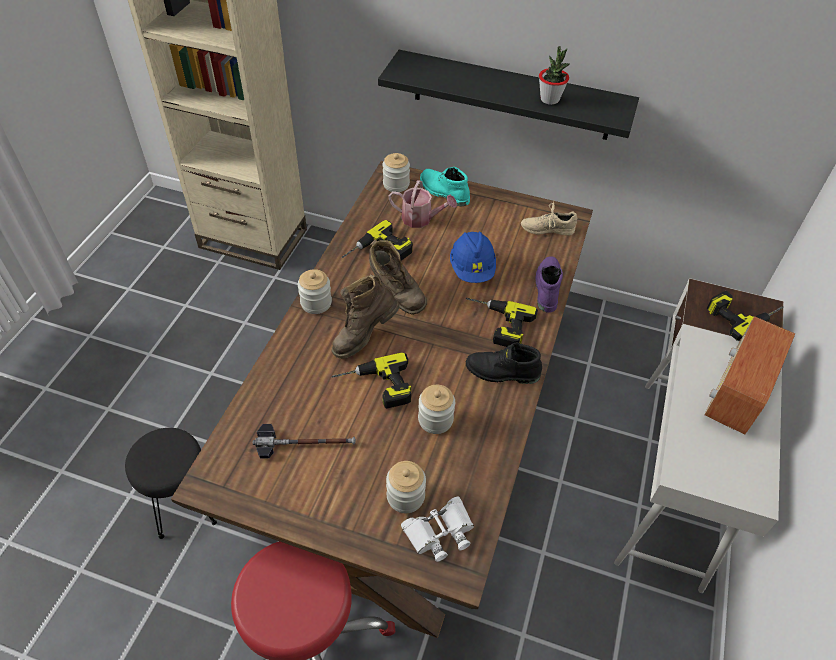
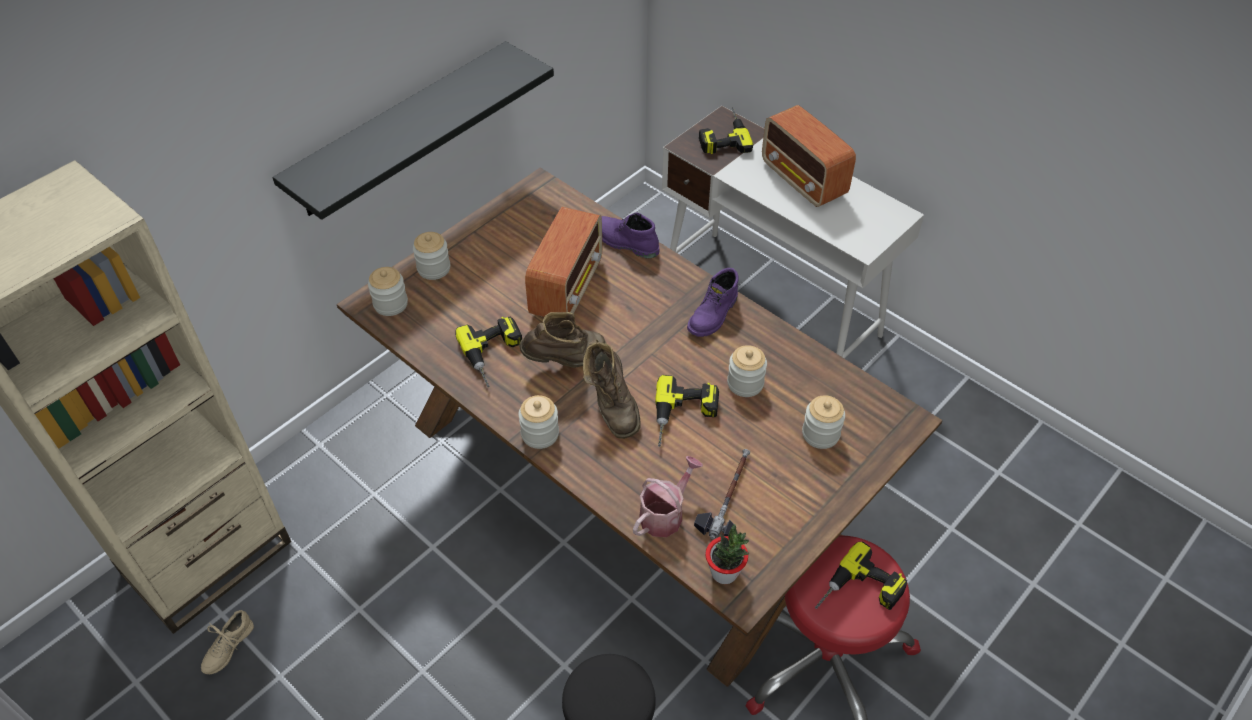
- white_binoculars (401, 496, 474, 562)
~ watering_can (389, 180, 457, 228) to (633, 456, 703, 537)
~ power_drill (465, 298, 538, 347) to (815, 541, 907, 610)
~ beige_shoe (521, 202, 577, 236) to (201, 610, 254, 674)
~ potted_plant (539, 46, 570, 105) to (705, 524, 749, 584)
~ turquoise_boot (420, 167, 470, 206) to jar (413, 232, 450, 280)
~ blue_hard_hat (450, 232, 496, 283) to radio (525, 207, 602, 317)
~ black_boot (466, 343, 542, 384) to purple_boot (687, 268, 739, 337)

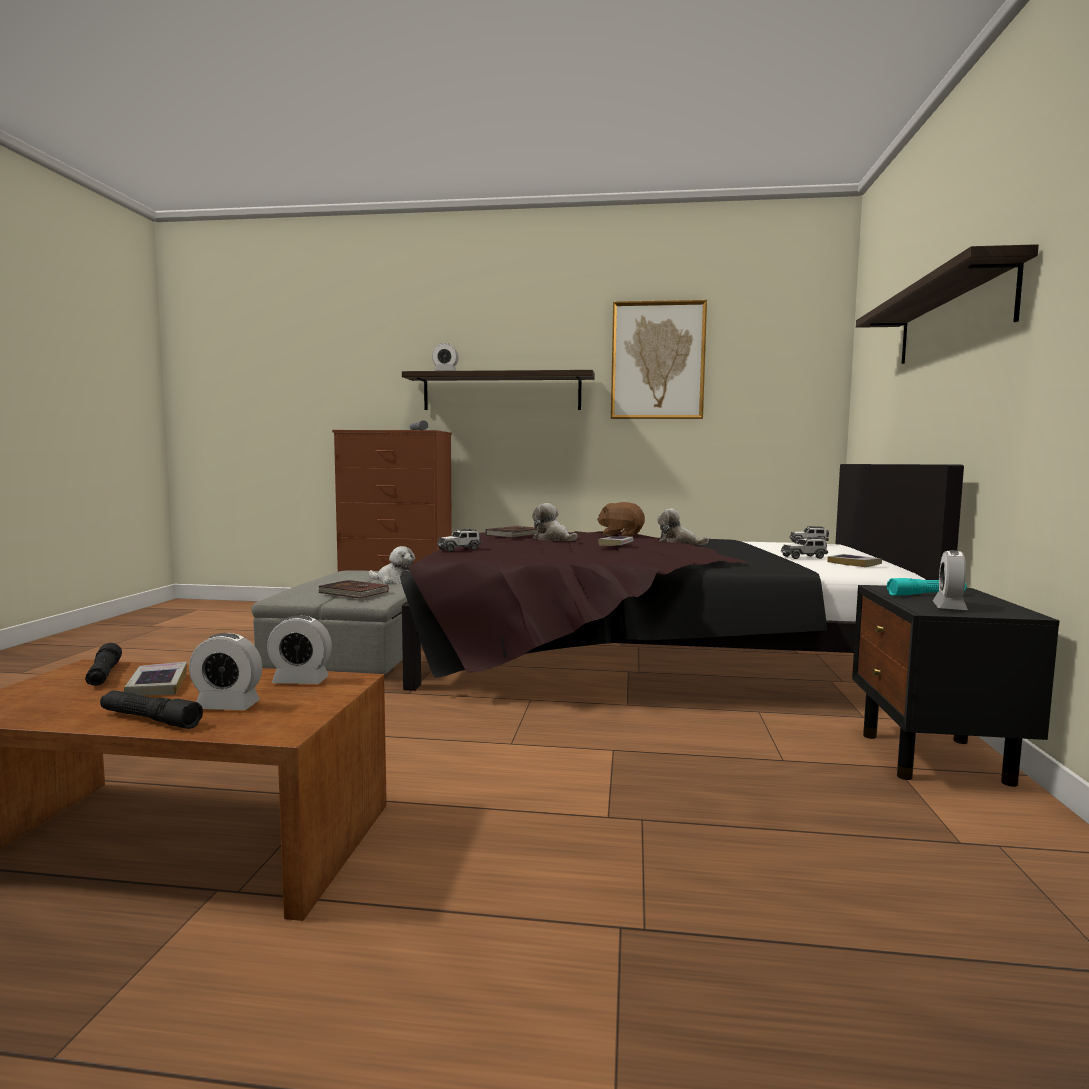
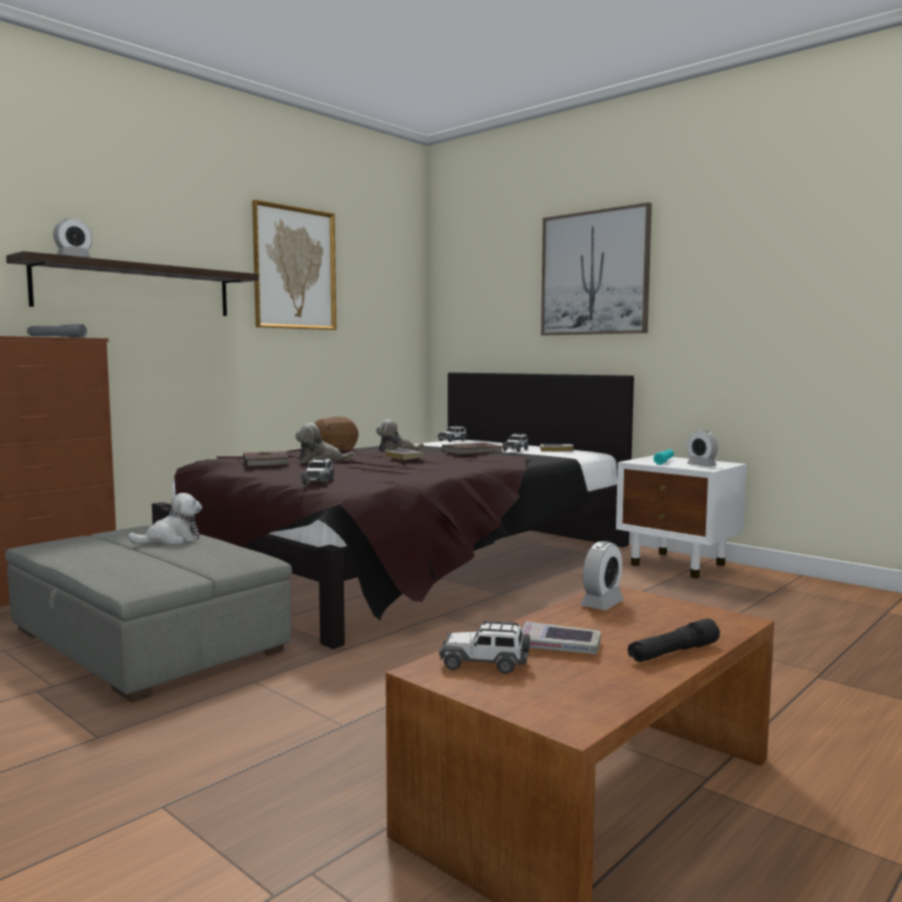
- alarm_clock (189, 633, 262, 710)
~ brown_book (318, 580, 389, 598) to (442, 443, 504, 455)
~ black_flashlight (85, 643, 122, 686) to toy_car (439, 621, 530, 674)
~ shelf (856, 244, 1039, 364) to picture (541, 202, 652, 335)
~ black_nightstand (852, 585, 1060, 787) to white_nightstand (616, 455, 747, 578)

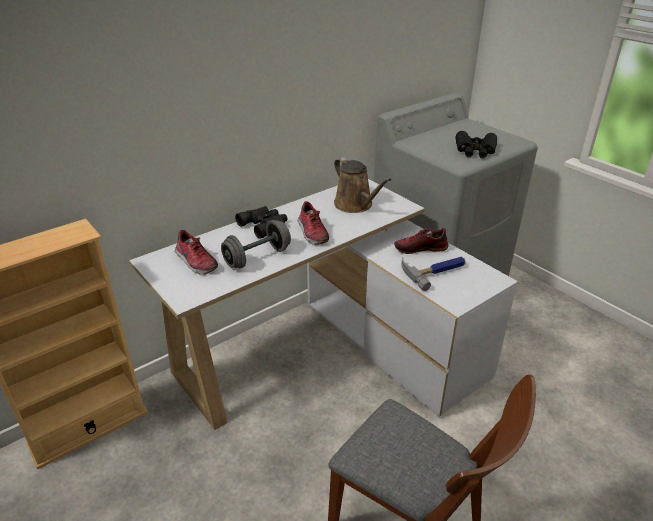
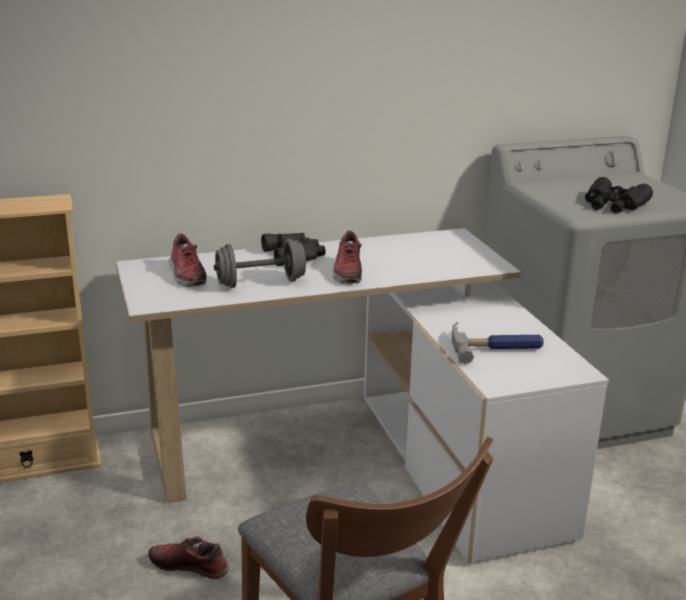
- brown_watering_can (334, 157, 392, 213)
~ shoe (394, 228, 449, 254) to (148, 536, 229, 579)

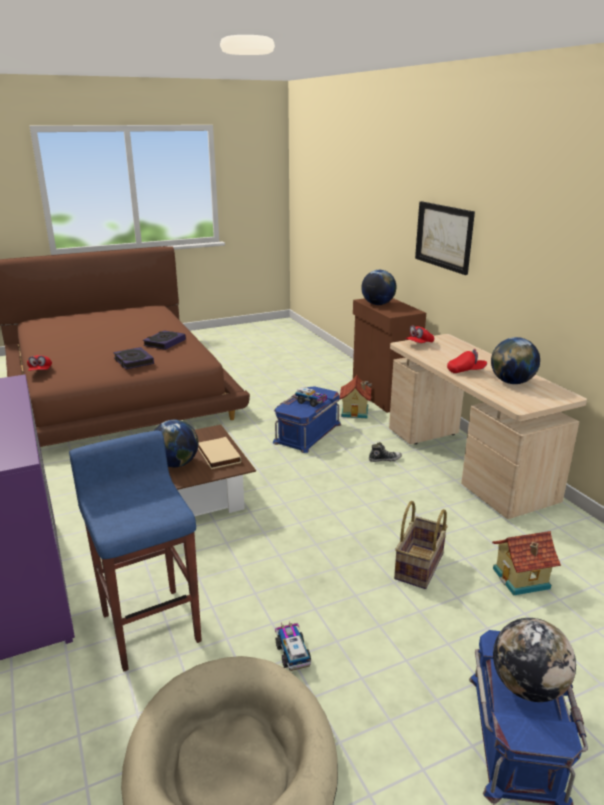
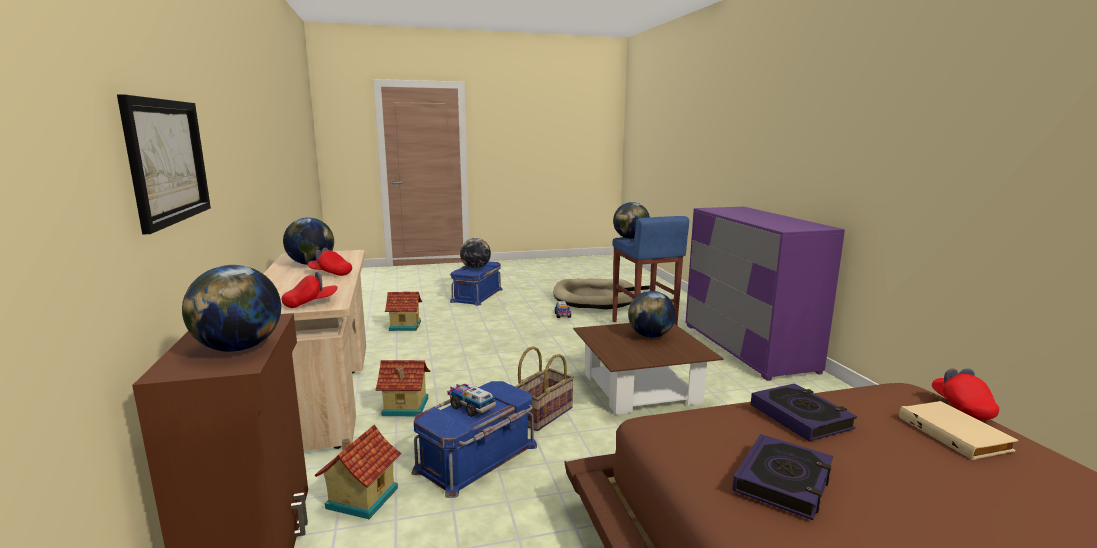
+ globe (613, 202, 650, 239)
~ beige_book (198, 437, 241, 469) to (899, 401, 1018, 460)
~ basket (394, 501, 448, 589) to (515, 346, 574, 431)
~ shoe (369, 442, 402, 462) to toy_house (376, 360, 430, 416)

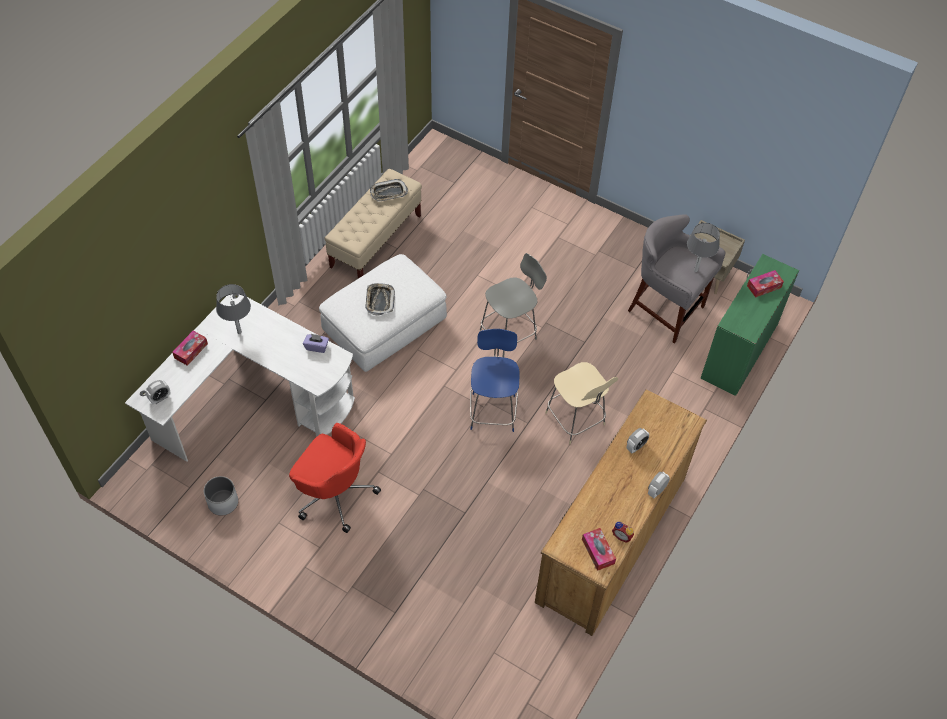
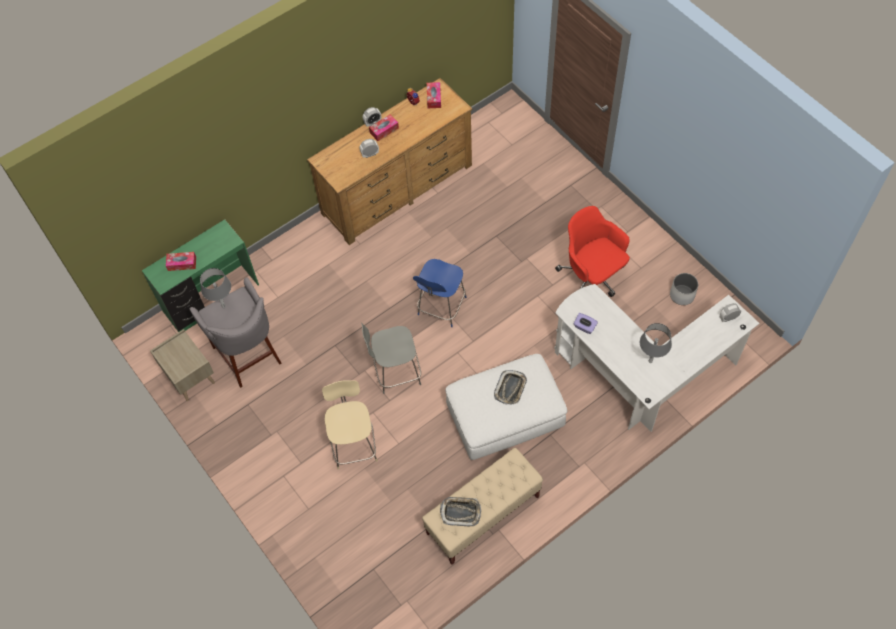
~ tissue_box (172, 331, 208, 366) to (369, 115, 399, 141)
~ beige_chair (545, 362, 618, 444) to (322, 380, 378, 469)

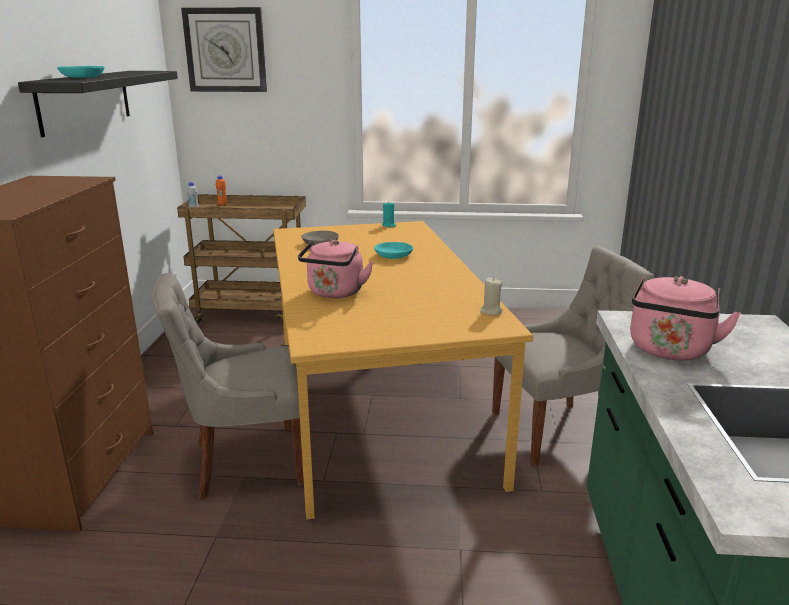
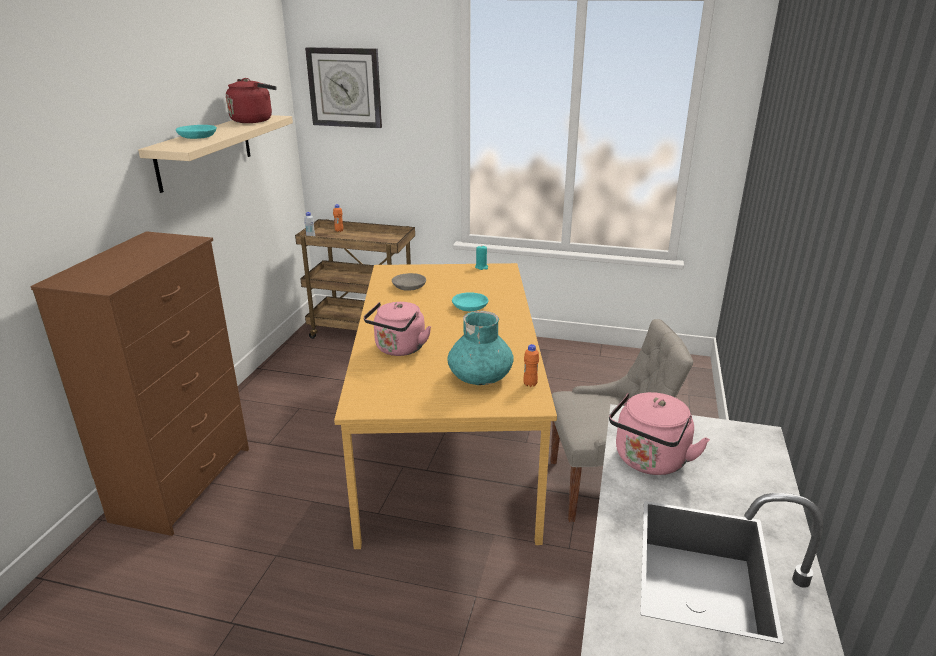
- grey_chair (152, 273, 304, 500)
+ red_kettle (226, 78, 277, 123)
+ turquoise_vase (447, 311, 513, 385)
~ beige_candle (480, 278, 502, 315) to orange_bottle (523, 344, 539, 387)
~ black_shelf (18, 71, 178, 137) to beige_shelf (138, 115, 293, 193)

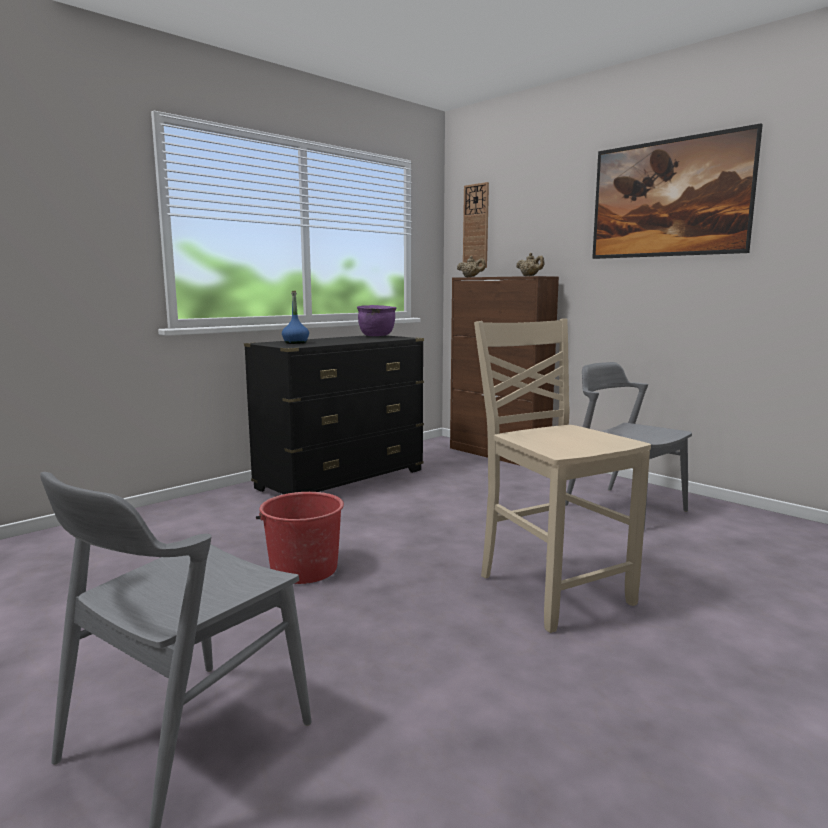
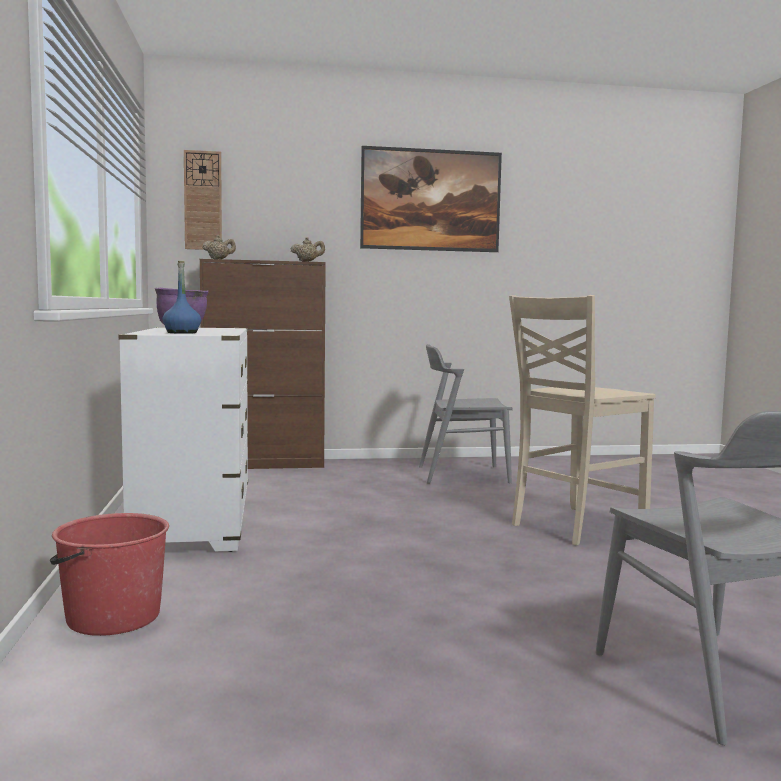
~ red_bucket (256, 492, 344, 584) to (50, 513, 169, 636)
~ black_dresser (244, 335, 424, 494) to white_dresser (119, 327, 248, 552)
~ beige_chair (474, 319, 651, 633) = (509, 295, 656, 546) 45 degrees counterclockwise

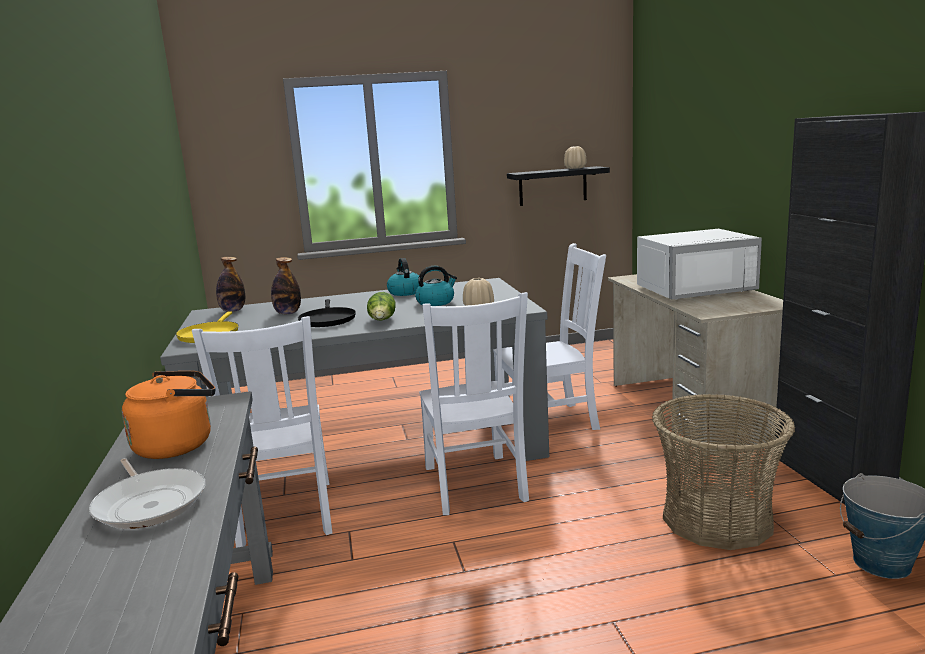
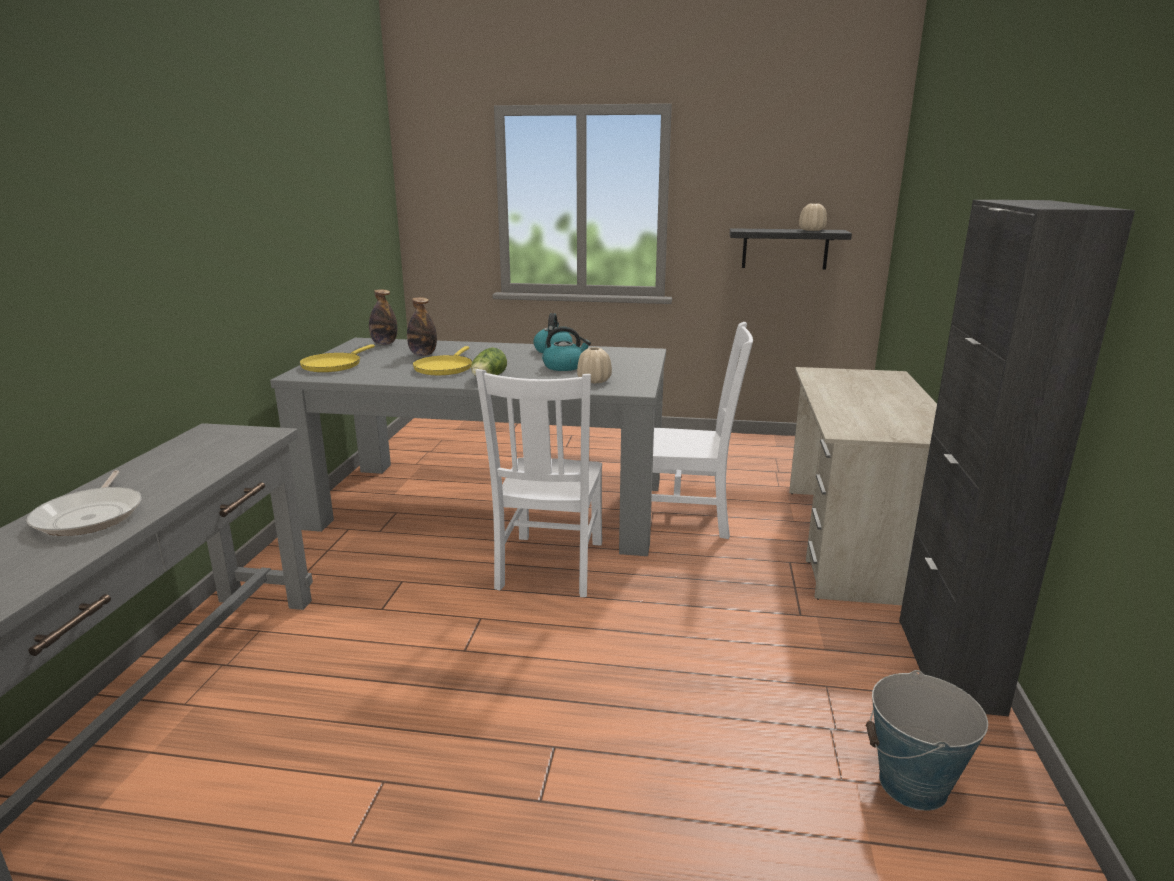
- orange_kettle (122, 371, 215, 459)
- white_chair (192, 316, 332, 548)
- white_microwave (637, 229, 762, 300)
- basket (652, 394, 795, 550)
~ black_frying_pan (298, 299, 356, 327) to yellow_frying_pan (413, 346, 472, 375)

